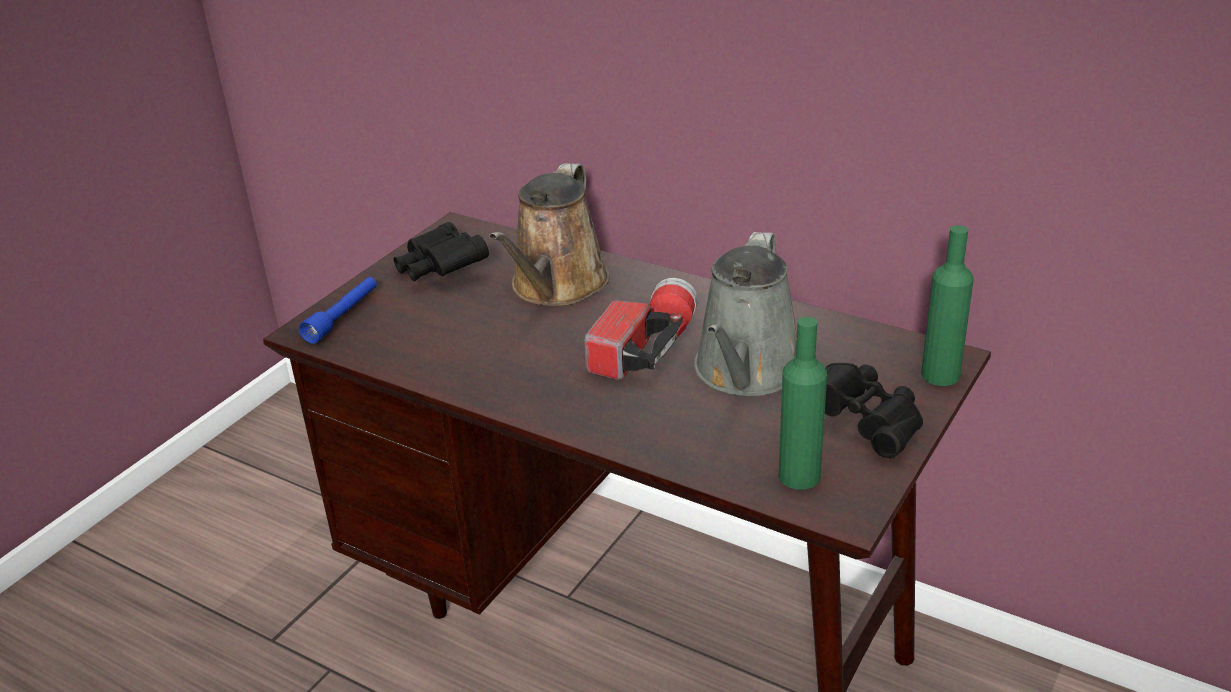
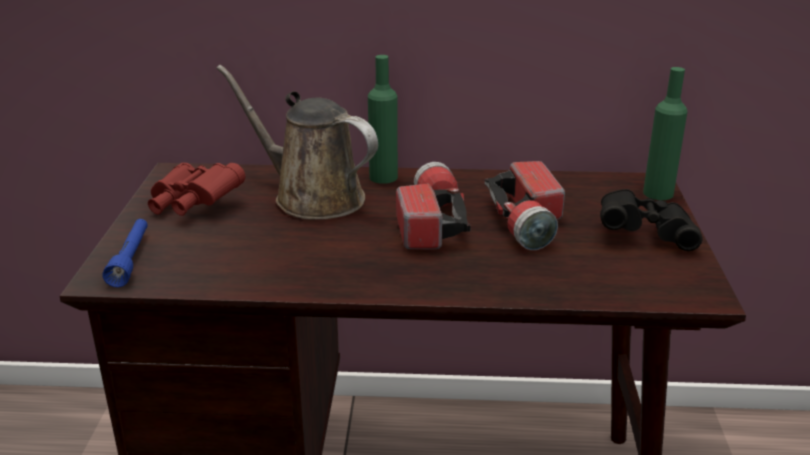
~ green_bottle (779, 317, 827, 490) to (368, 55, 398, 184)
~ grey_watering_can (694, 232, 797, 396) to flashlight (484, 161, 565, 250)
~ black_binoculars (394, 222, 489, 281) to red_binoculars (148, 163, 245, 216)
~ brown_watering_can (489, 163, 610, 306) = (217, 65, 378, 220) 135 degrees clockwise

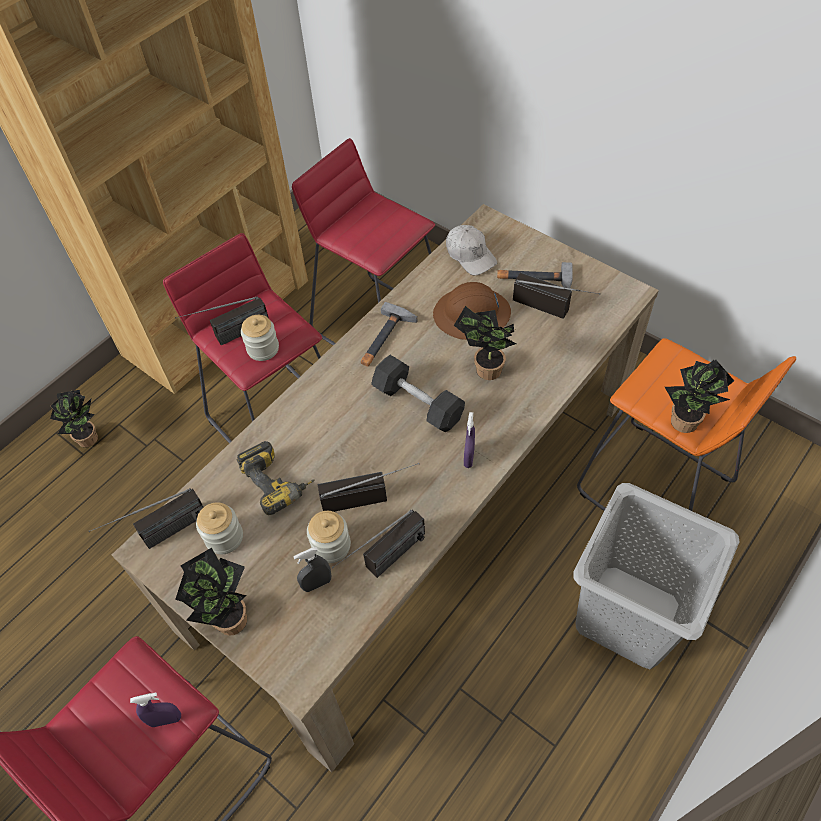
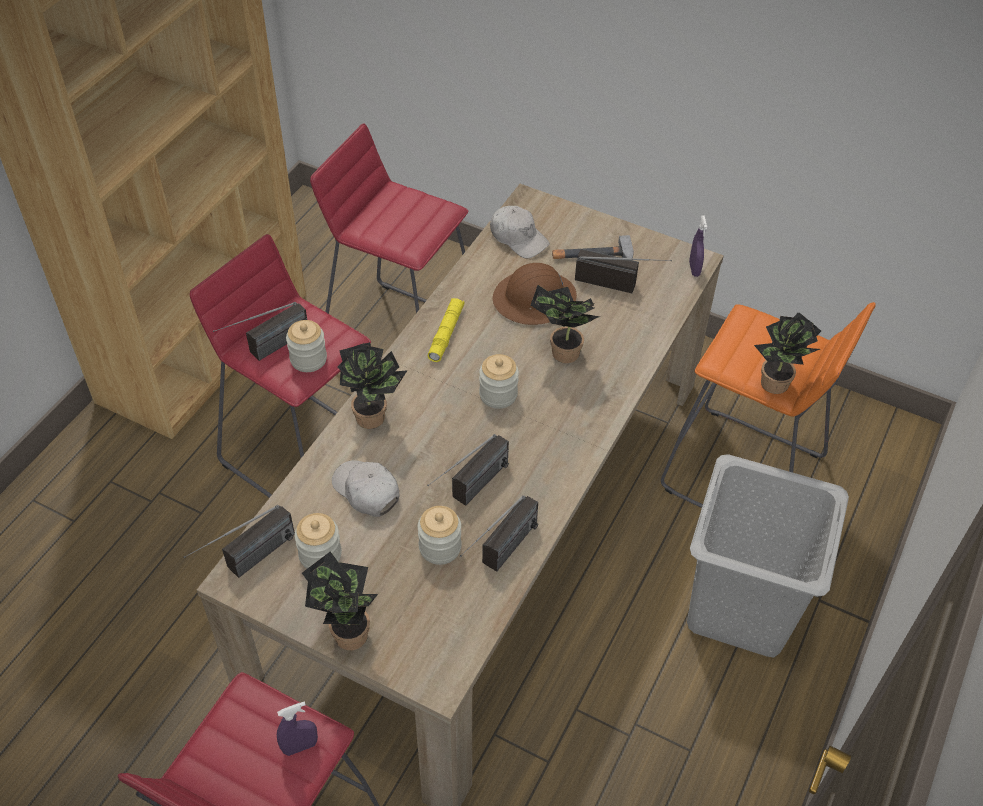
- grey_spray_bottle (293, 547, 331, 592)
~ potted_plant (50, 390, 98, 448) to (337, 342, 408, 429)
~ purple_spray_bottle (464, 412, 475, 468) to (689, 215, 707, 277)
~ power_drill (237, 441, 315, 515) to white_cap (332, 460, 399, 517)
~ hammer (361, 302, 418, 366) to yellow_flashlight (427, 298, 465, 362)
~ grey_dumbbell (371, 355, 465, 432) to jar (479, 354, 519, 409)
~ radio (317, 463, 419, 512) = (427, 434, 509, 506) 150 degrees clockwise

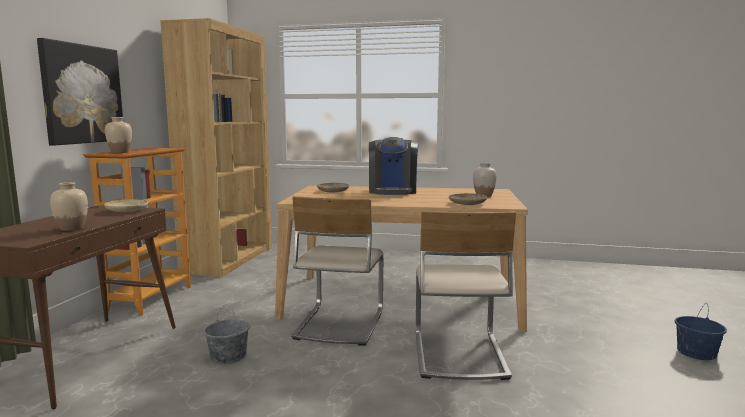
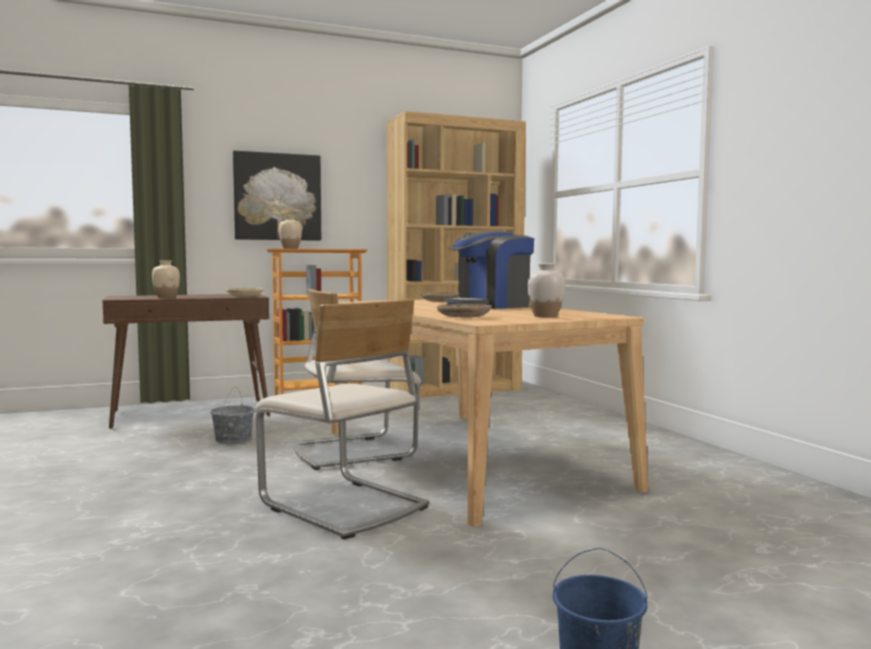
~ beige_chair (416, 211, 516, 380) = (255, 299, 429, 540) 105 degrees counterclockwise

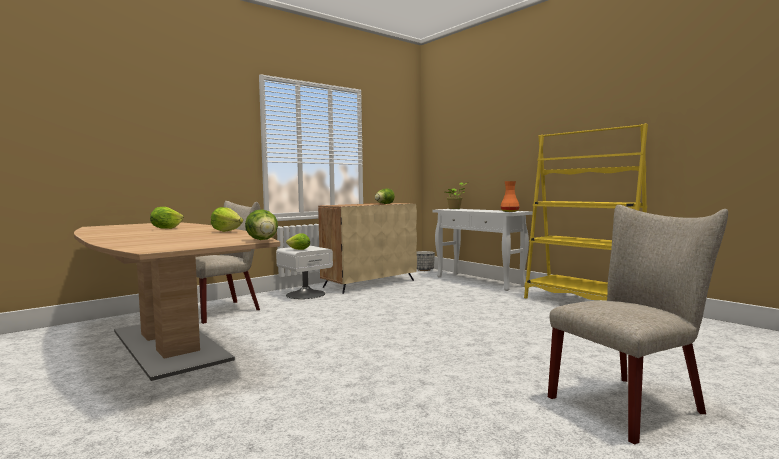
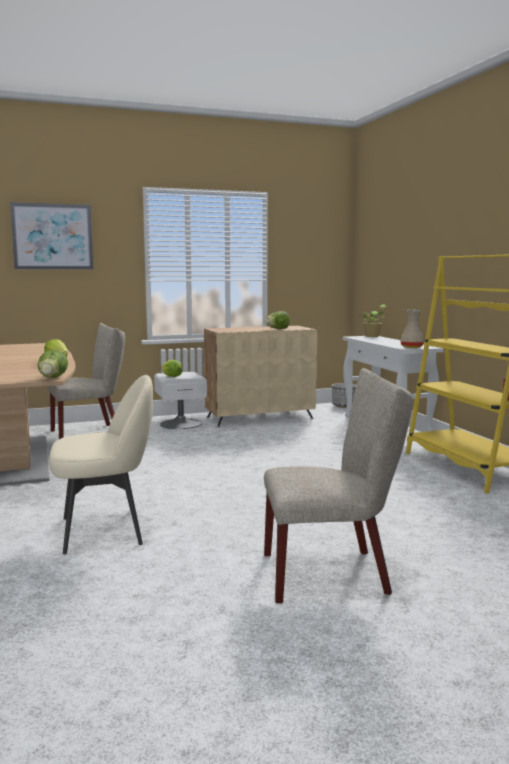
- lettuce (150, 207, 184, 229)
+ picture (10, 202, 93, 269)
+ beige_chair (49, 375, 153, 554)
~ orange_vase (500, 181, 520, 212) to beige_vase (400, 310, 424, 348)

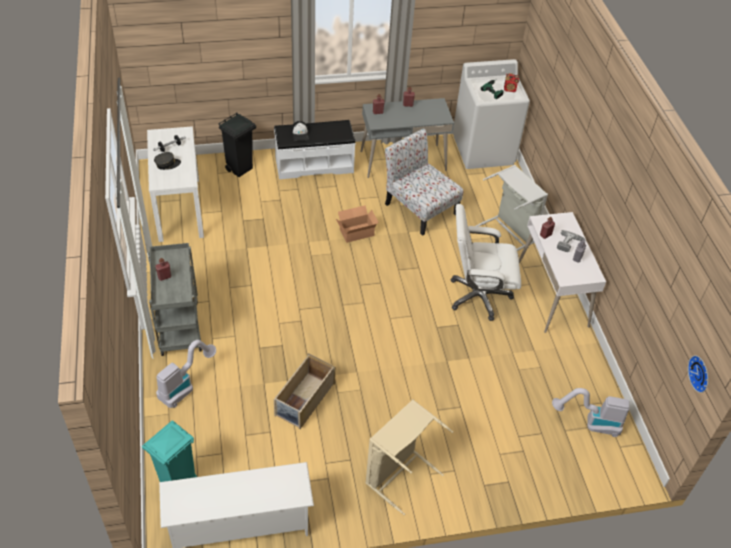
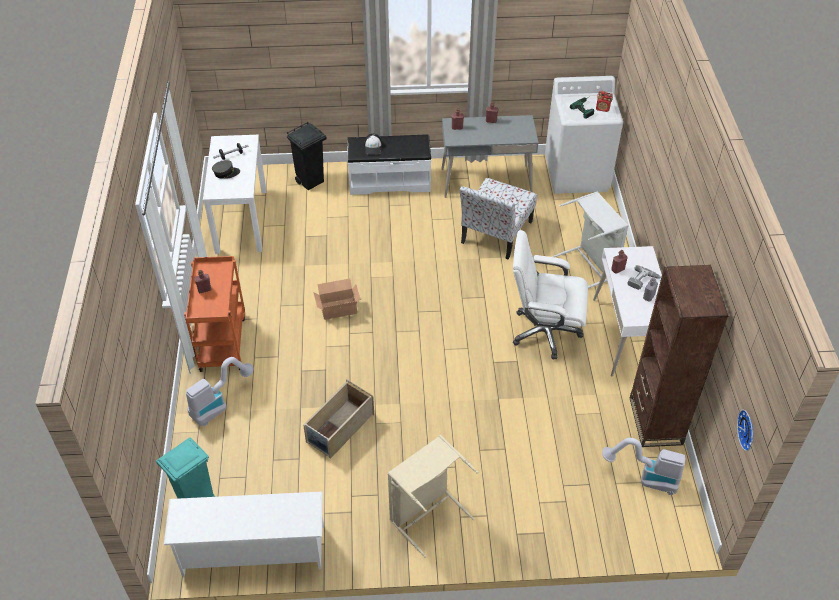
+ brown_bookcase (630, 265, 728, 447)
~ cardboard_box (336, 205, 378, 243) to (313, 278, 360, 320)
~ grey_cart (148, 243, 202, 356) to orange_cart (184, 256, 245, 372)
~ chair (385, 128, 463, 236) = (460, 178, 537, 259) 120 degrees counterclockwise

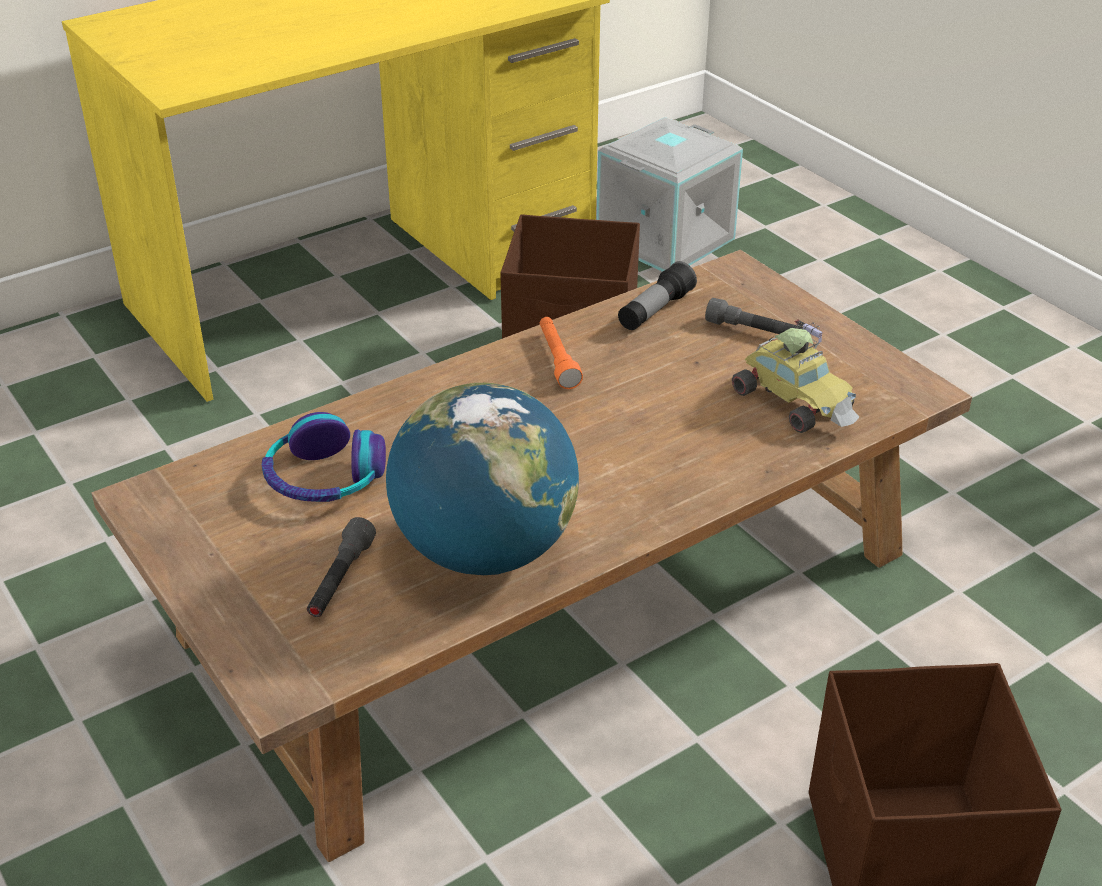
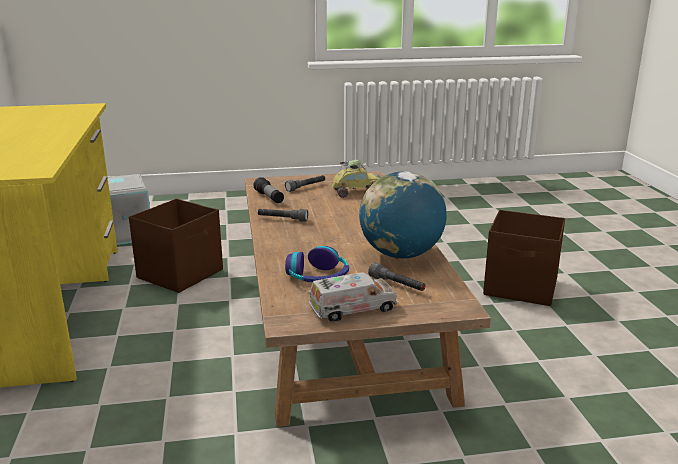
+ toy_truck (309, 272, 397, 322)
~ orange_flashlight (540, 317, 583, 389) to grey_flashlight (258, 209, 308, 222)

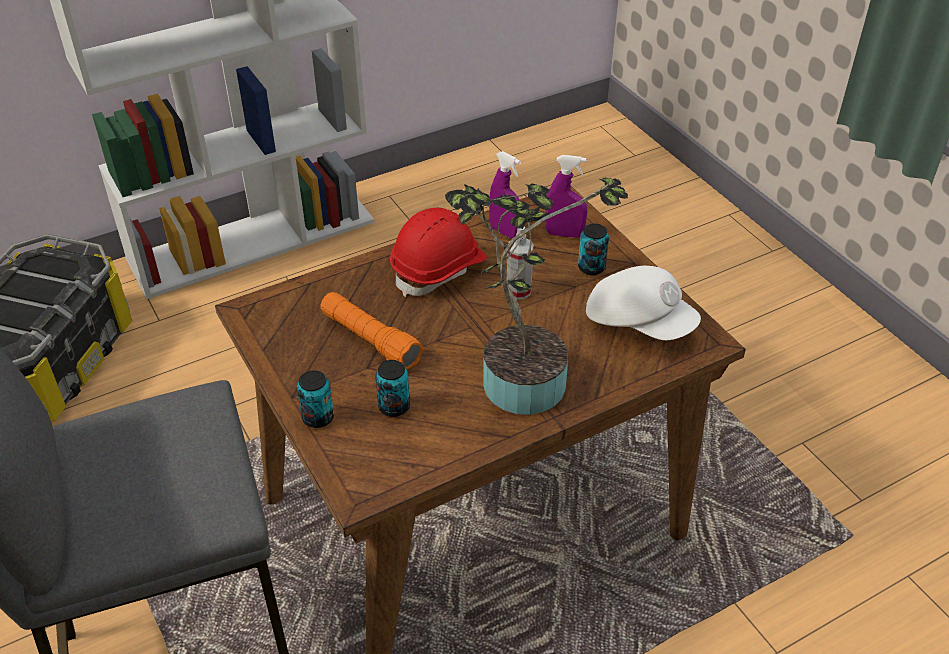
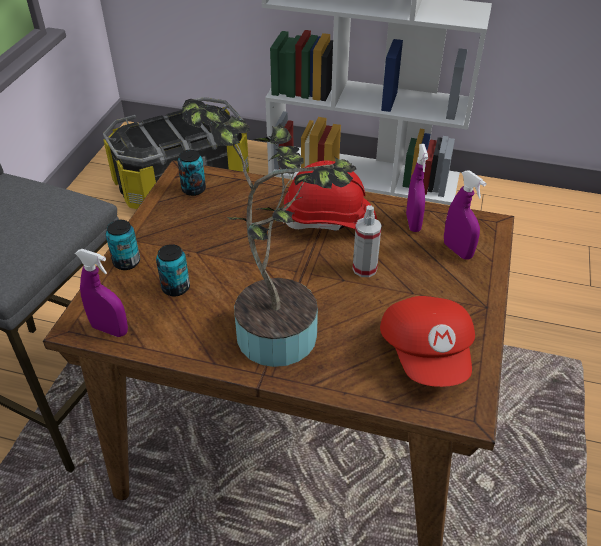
- orange_flashlight (320, 292, 423, 370)
+ purple_spray_bottle (75, 249, 128, 337)
~ can (578, 223, 609, 275) to (178, 149, 206, 196)
~ white_cap (586, 266, 701, 340) to red_cap (380, 296, 475, 387)

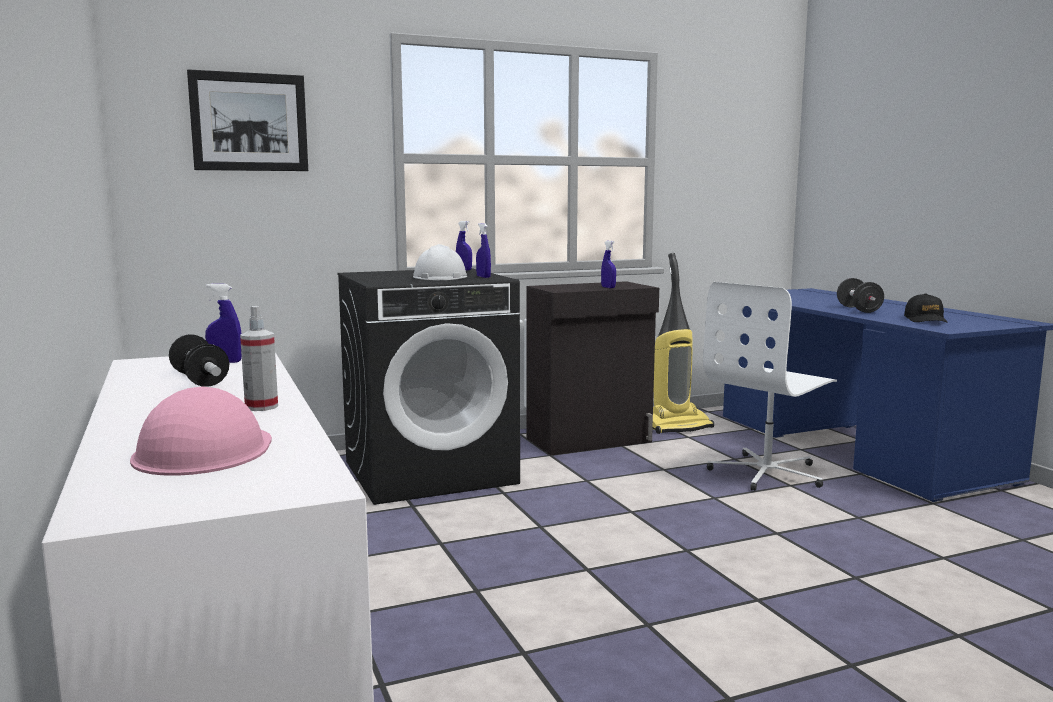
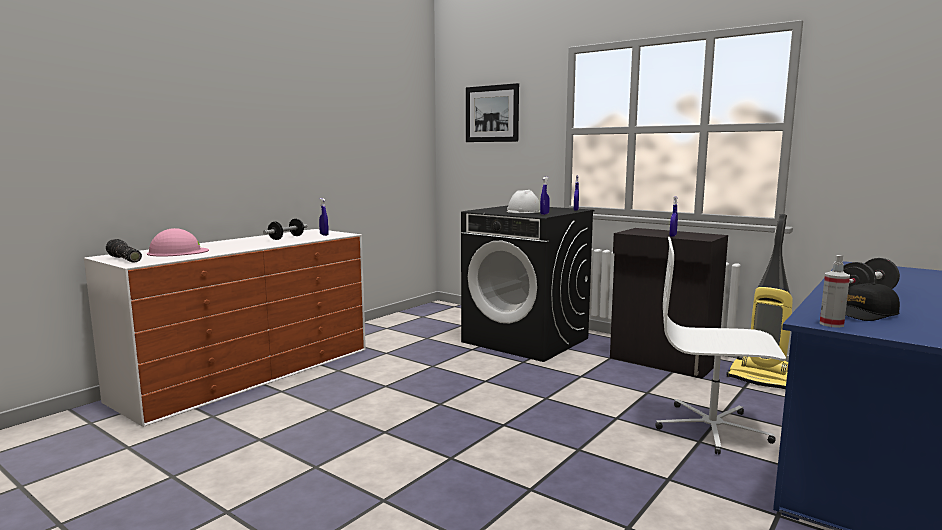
+ flashlight (106, 239, 142, 262)
~ spray_bottle (240, 306, 278, 411) to (819, 255, 850, 328)

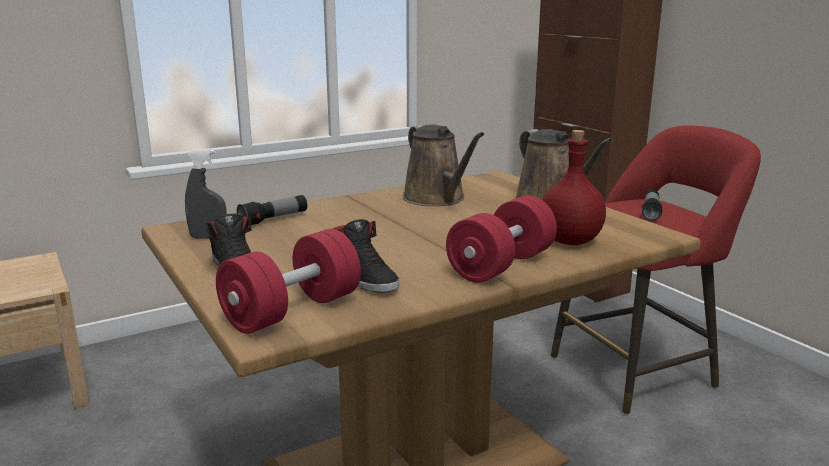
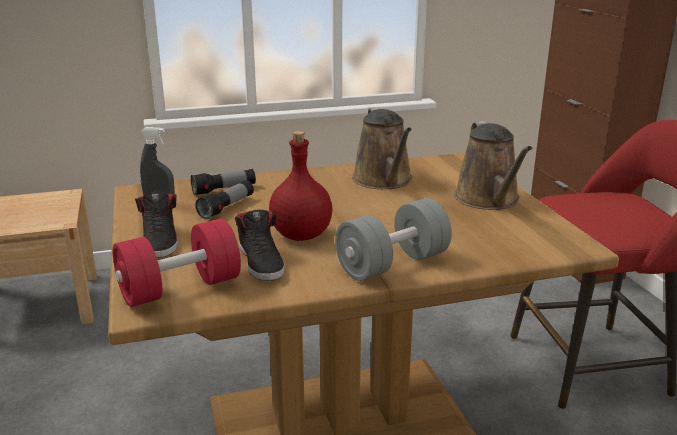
~ red_bottle (542, 130, 606, 245) to (269, 131, 332, 241)
~ flashlight (642, 190, 662, 221) to (195, 180, 254, 219)
~ red_dumbbell (446, 196, 557, 283) to grey_dumbbell (335, 198, 452, 281)

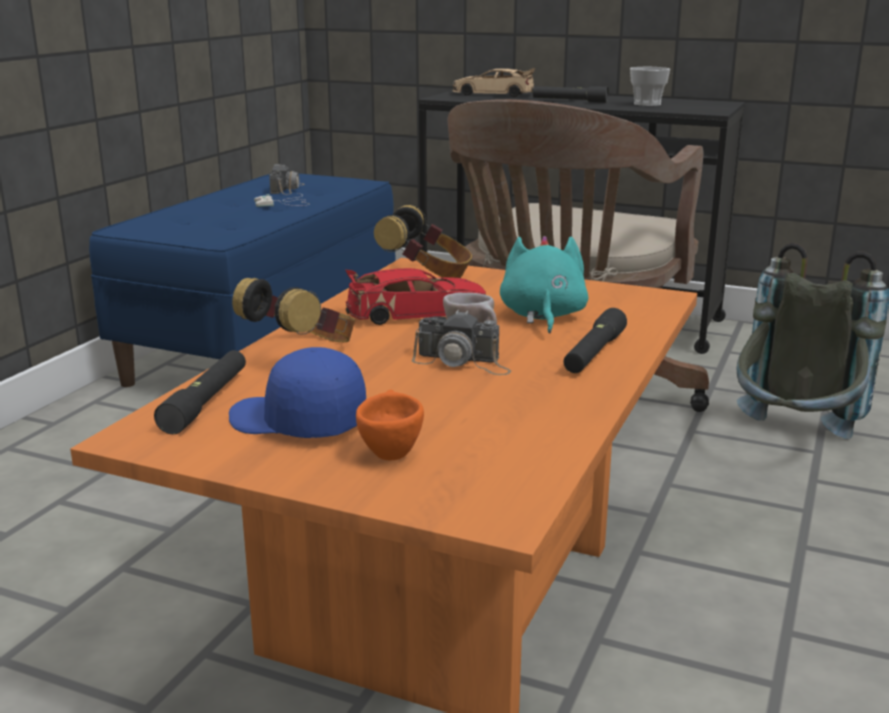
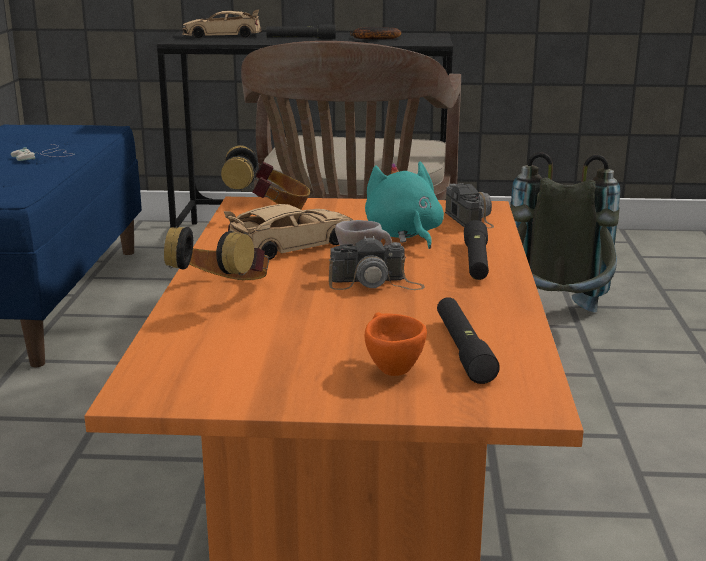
- blue_cap (229, 347, 366, 438)
~ black_flashlight (154, 350, 246, 434) to (437, 297, 500, 384)
~ photo_camera (269, 164, 305, 195) to (445, 183, 494, 228)
~ cup (630, 67, 670, 106) to banana (350, 27, 402, 40)
~ red_toy_car (346, 268, 486, 325) to beige_toy_car (223, 204, 353, 260)

